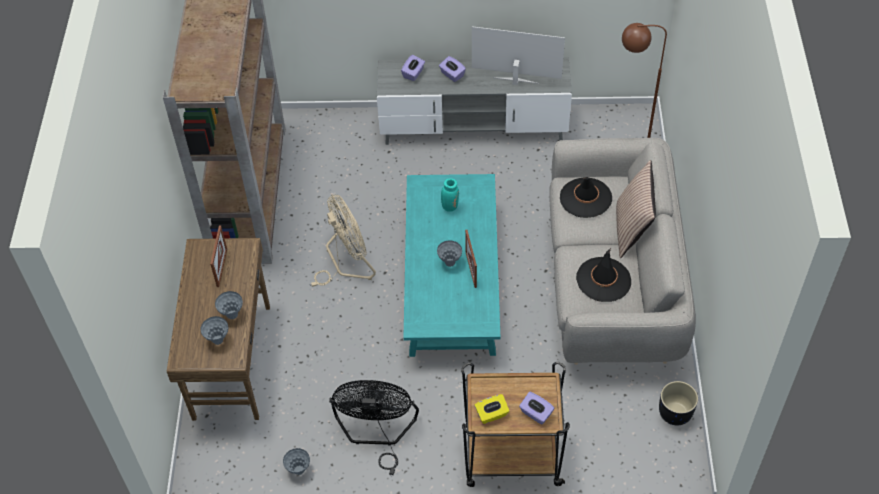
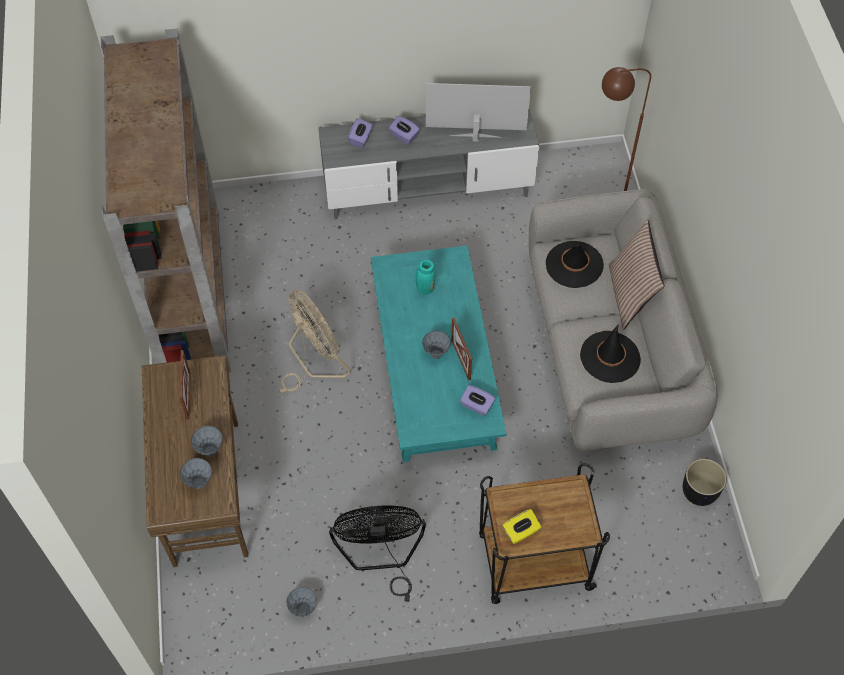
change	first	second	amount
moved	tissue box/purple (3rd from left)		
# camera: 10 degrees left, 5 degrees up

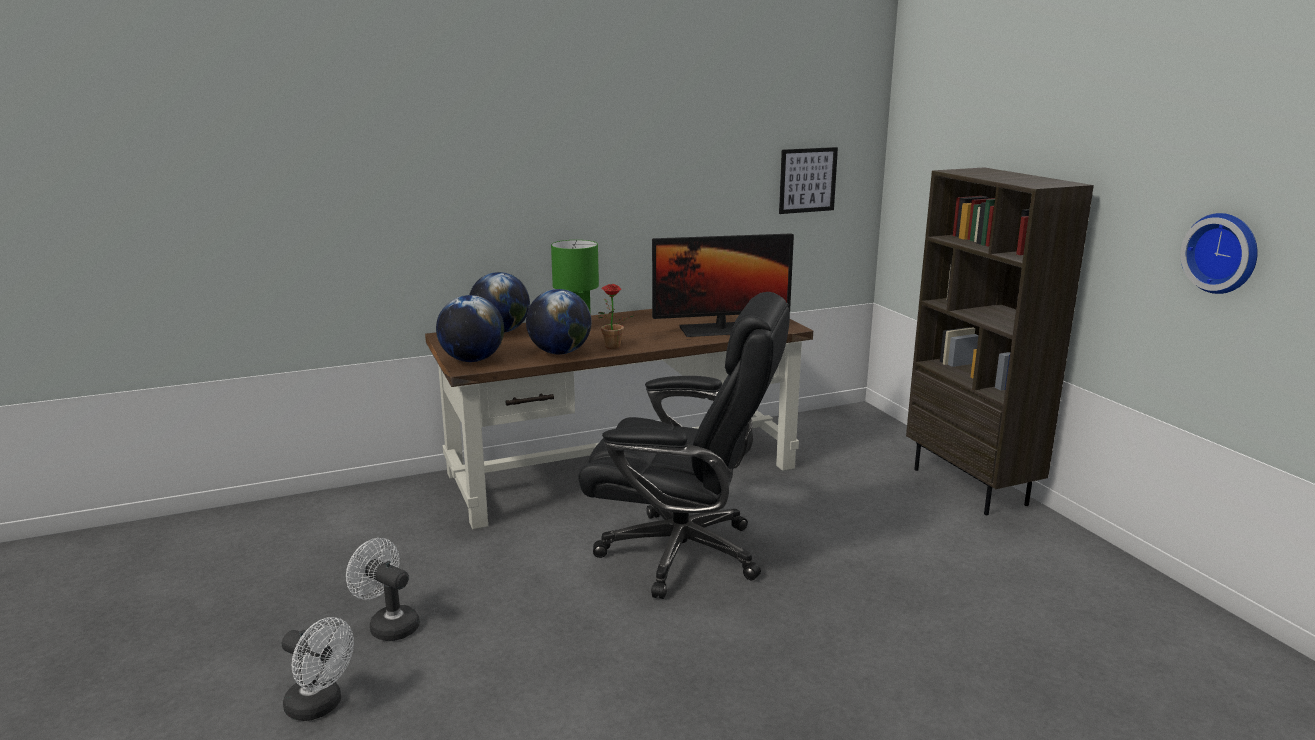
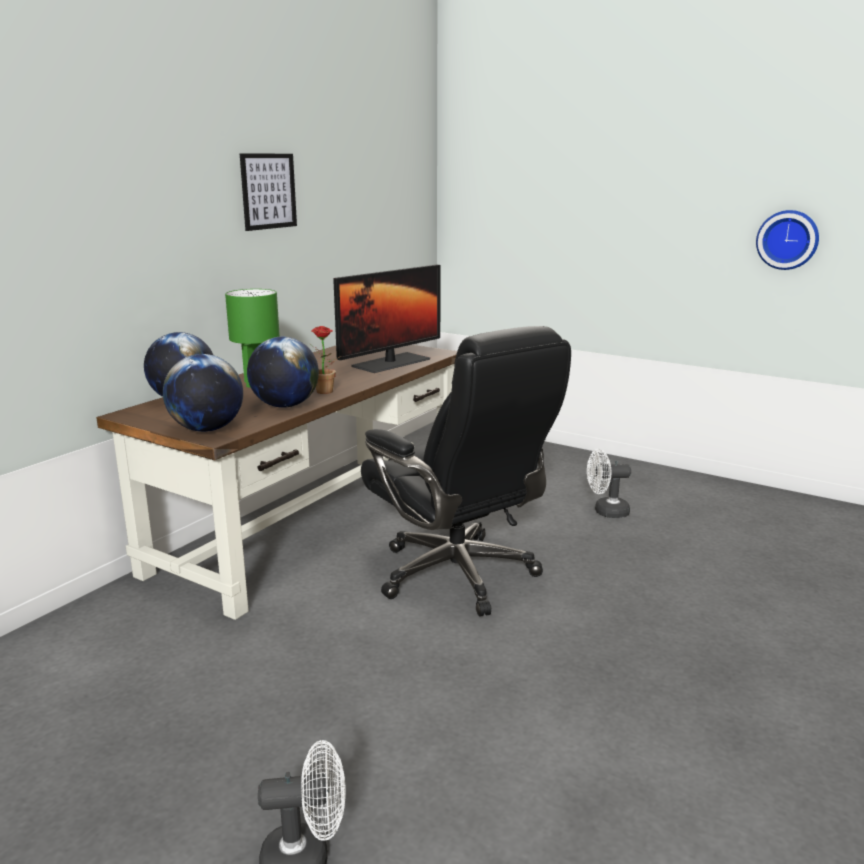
change	first	second	amount
moved	picture		
turned	office chair/black		75 degrees clockwise
moved	fan/white (2nd from left)		
removed	bookcase/brown		
# camera: 35 degrees left, 0 degrees up

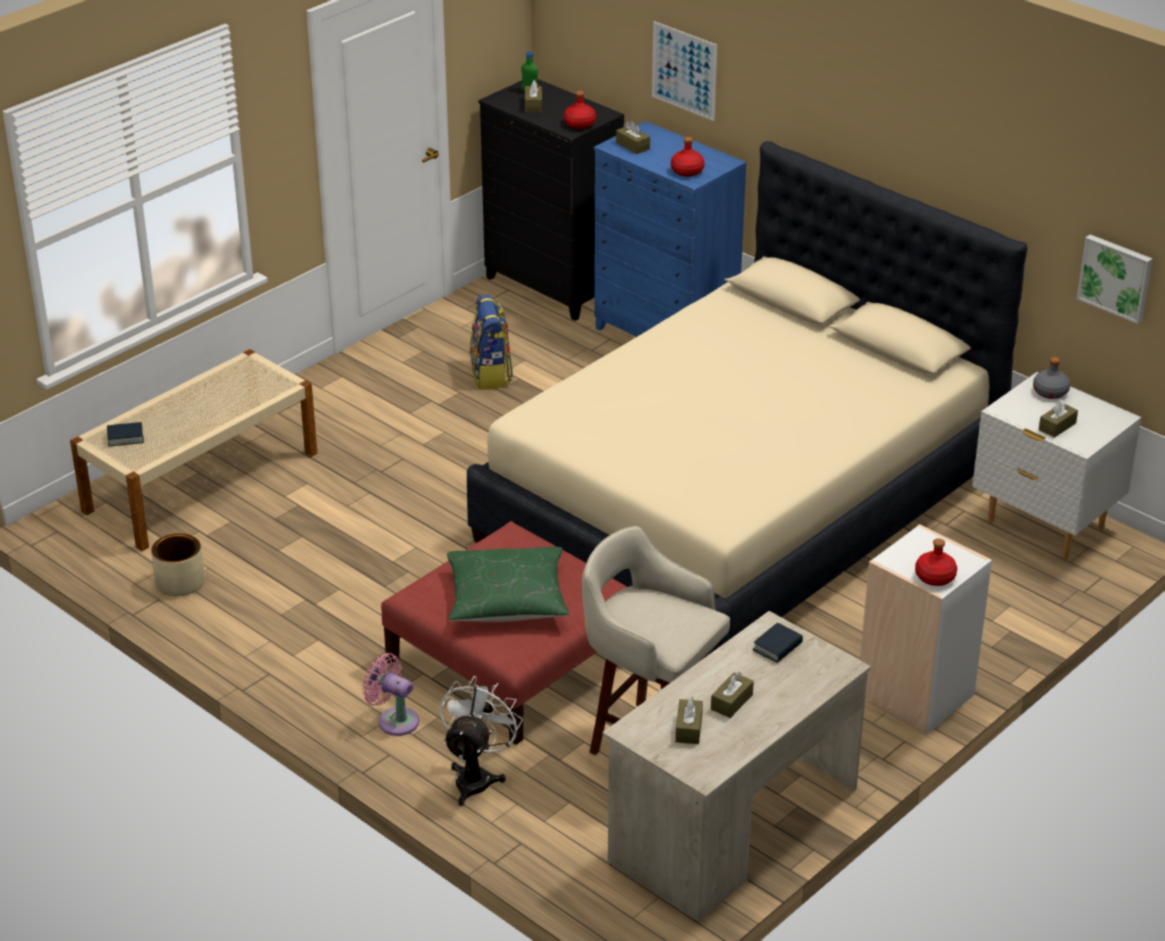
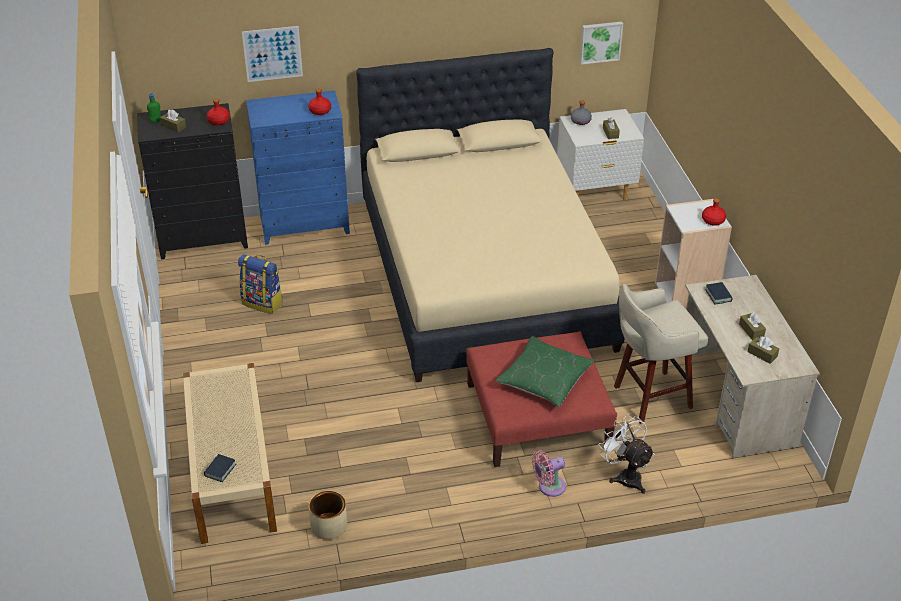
change	first	second	amount
removed	tissue box/brown (2nd from left)		
# camera: 55 degrees left, 5 degrees up

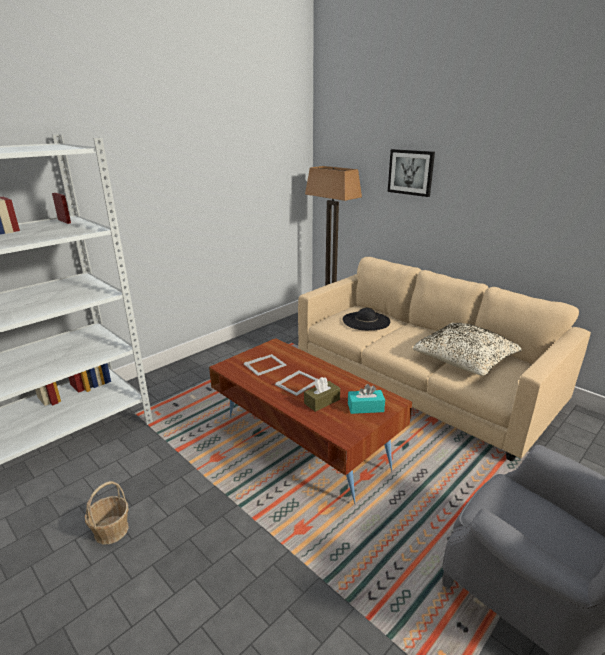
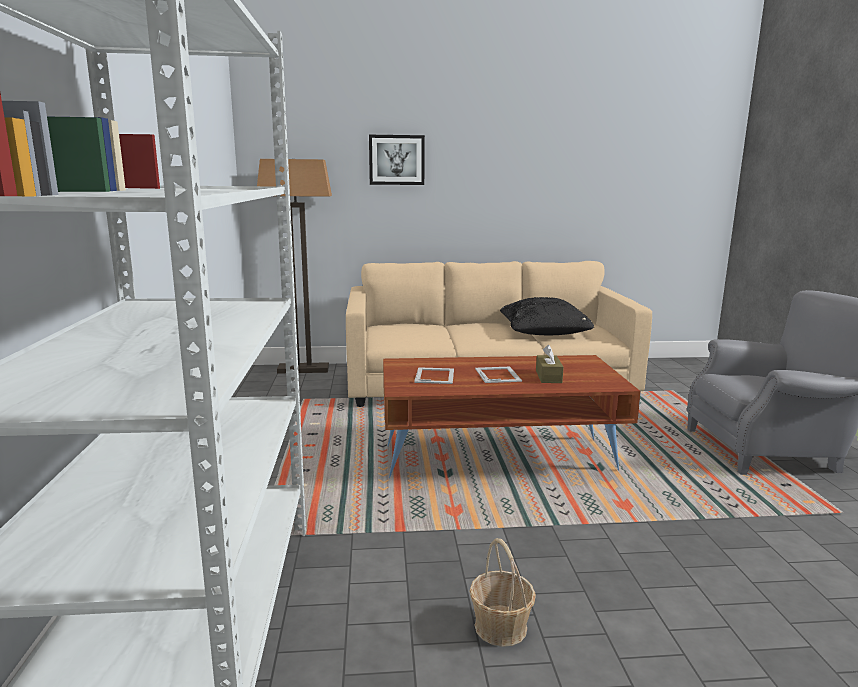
change	first	second	amount
recoloured	pillow/beige	pillow/black	
removed	hat/black		
removed	tissue box/turquoise		
# camera: 50 degrees left, 10 degrees down

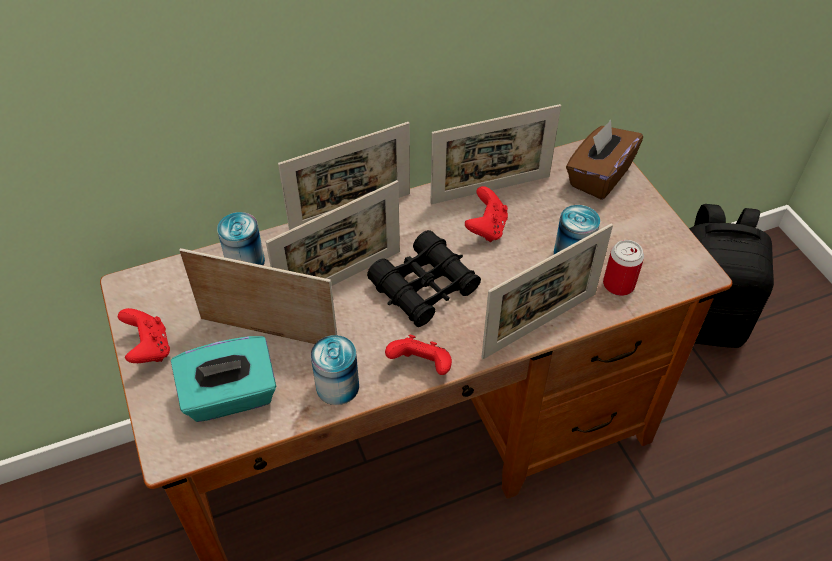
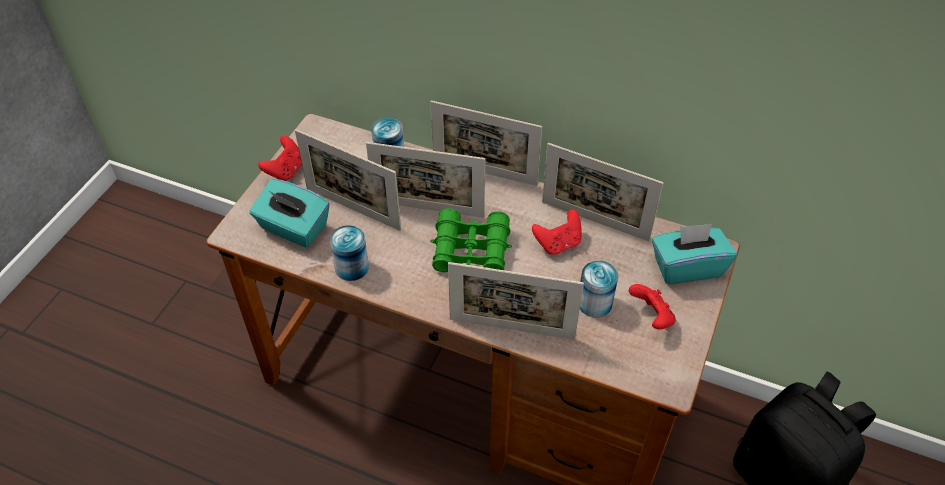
change	first	second	amount
turned	picture frame (1st from left)		150 degrees clockwise
recoloured	binoculars/black	binoculars/green	
moved	game controller/red (2nd from left in the first image)	game controller/red (3rd from left)	
recoloured	tissue box/brown	tissue box/turquoise (2nd from left)	
removed	can (4th from left)		
# camera: 45 degrees right, 0 degrees up

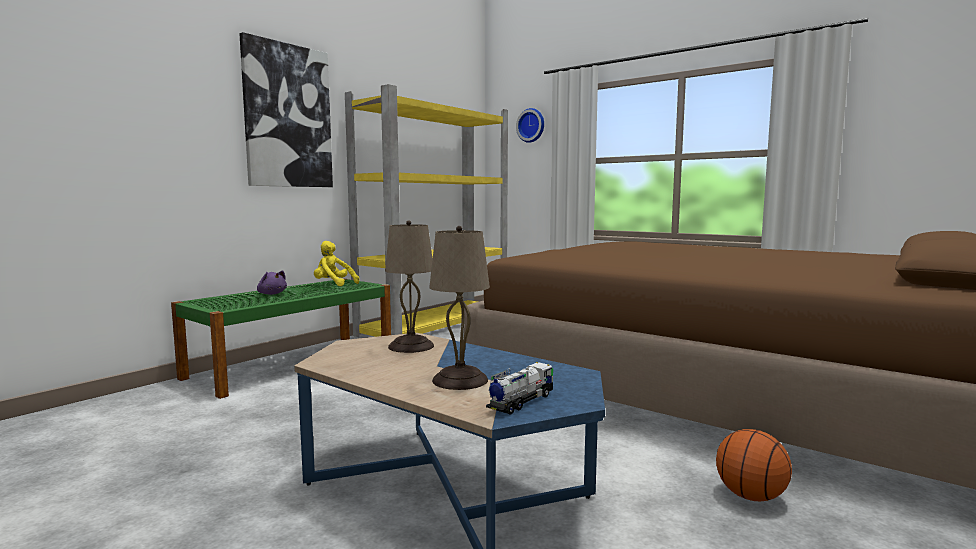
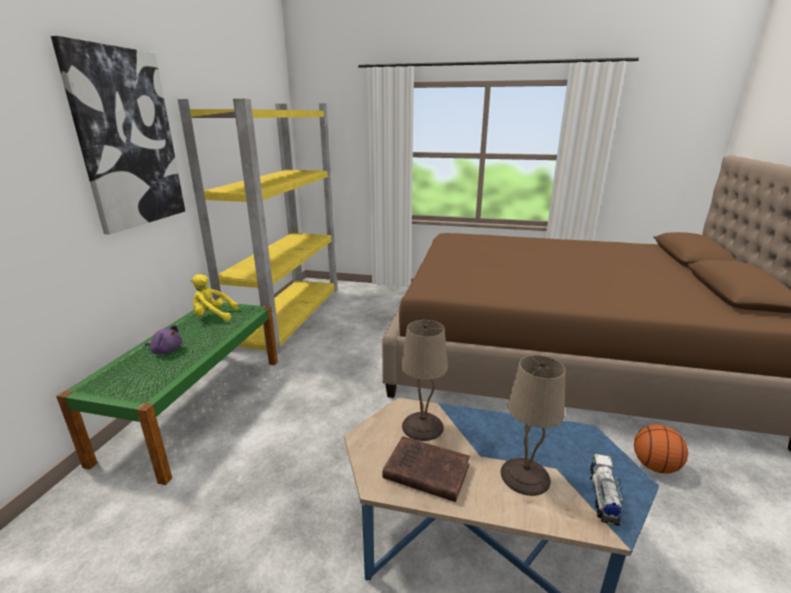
change	first	second	amount
added		book/brown	
removed	wall clock		
# camera: 25 degrees left, 15 degrees up

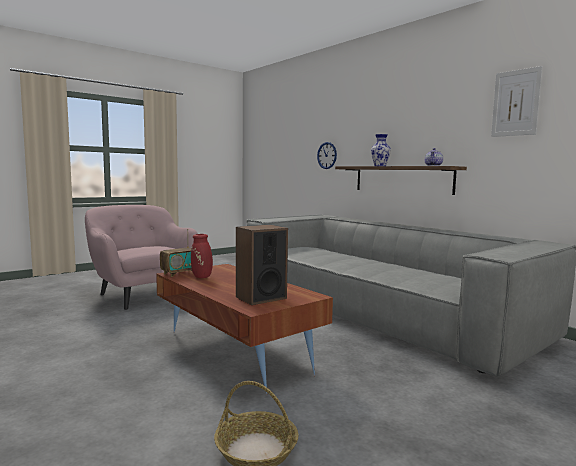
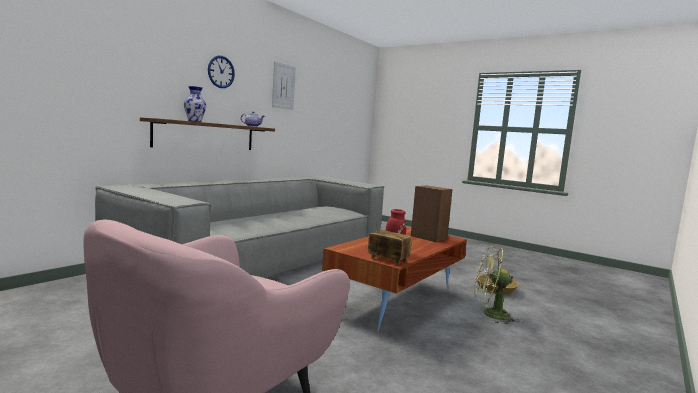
change	first	second	amount
moved	wall clock		
added		fan/green	
# camera: 105 degrees left, 0 degrees up

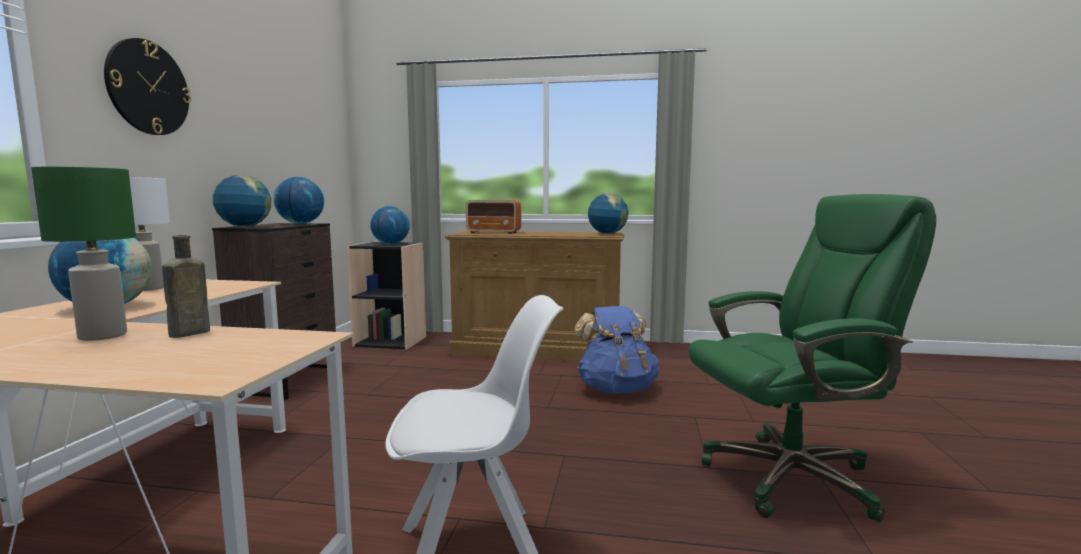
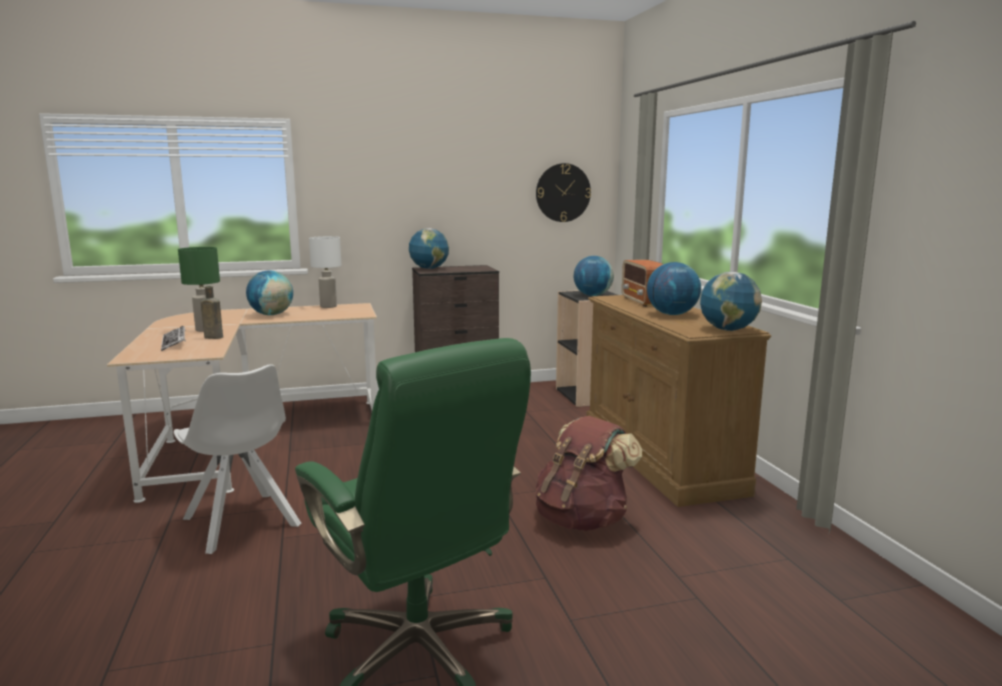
change	first	second	amount
added		keyboard	
recoloured	backpack/blue	backpack/brown	
moved	wall clock		
moved	globe (3rd from left in the first image)	globe (4th from left)	
# camera: 65 degrees right, 5 degrees up

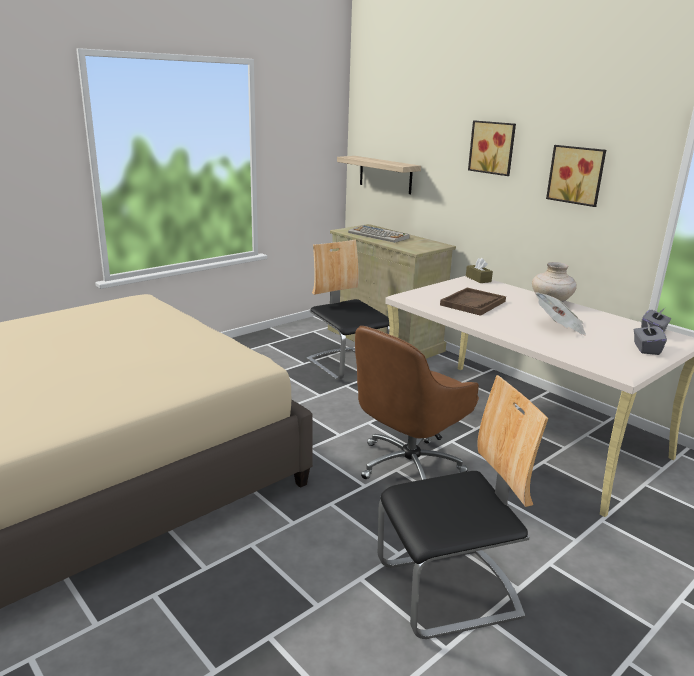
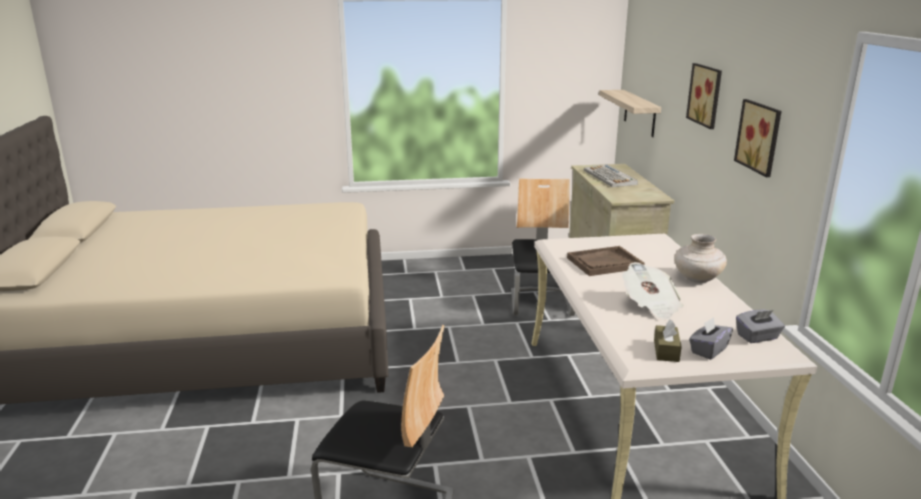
change	first	second	amount
moved	tissue box/brown		
removed	office chair/brown		
# camera: 35 degrees right, 0 degrees up

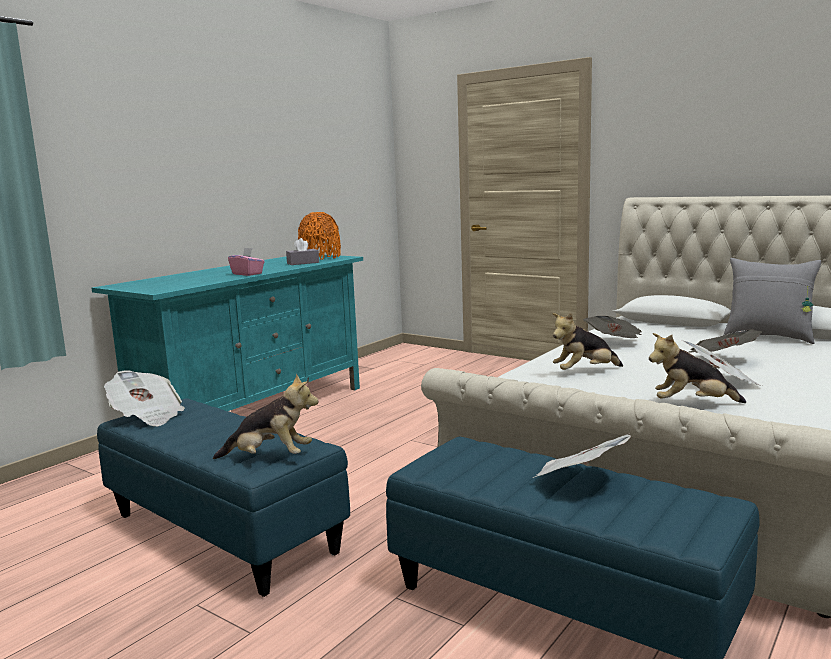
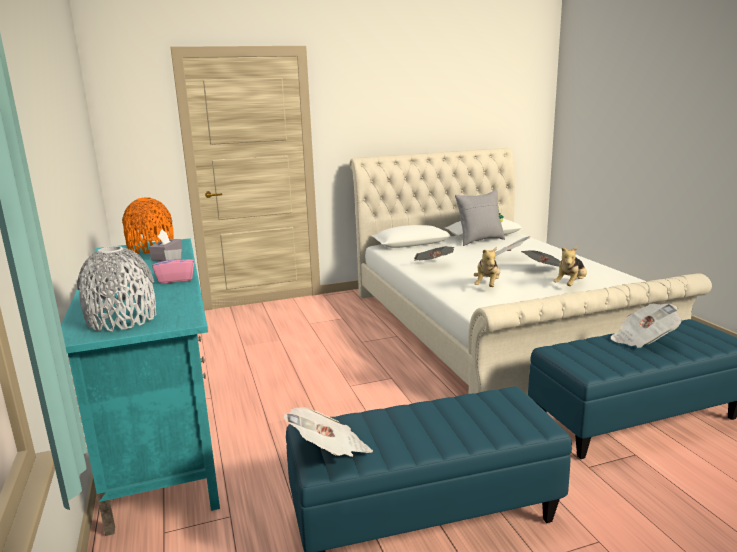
change	first	second	amount
added		vase/grey	
removed	plush toy (1st from left)		
# camera: 55 degrees left, 5 degrees up

